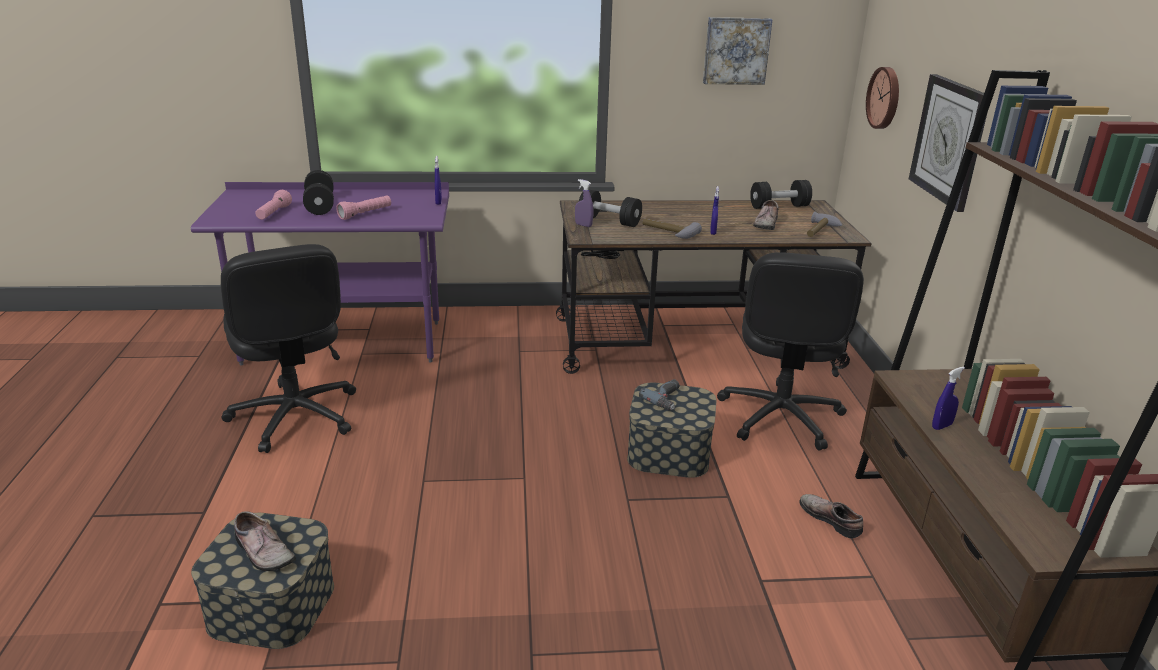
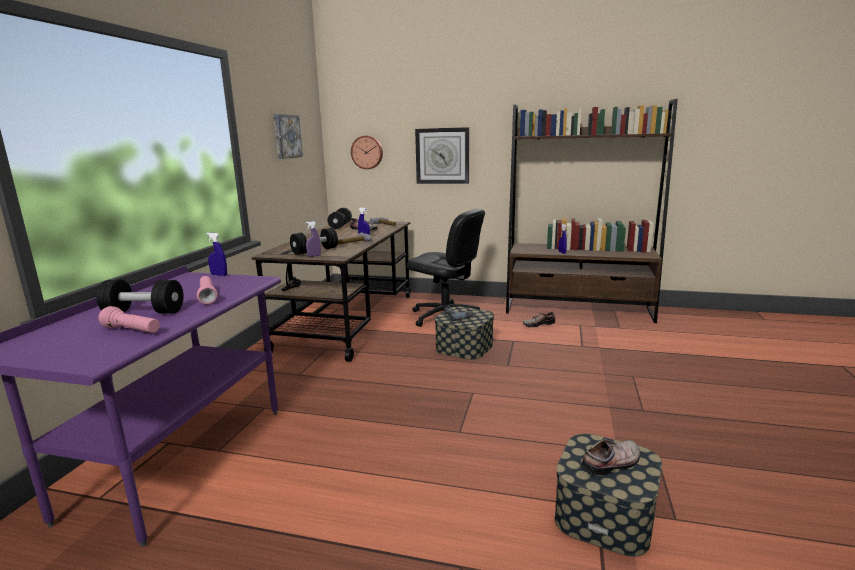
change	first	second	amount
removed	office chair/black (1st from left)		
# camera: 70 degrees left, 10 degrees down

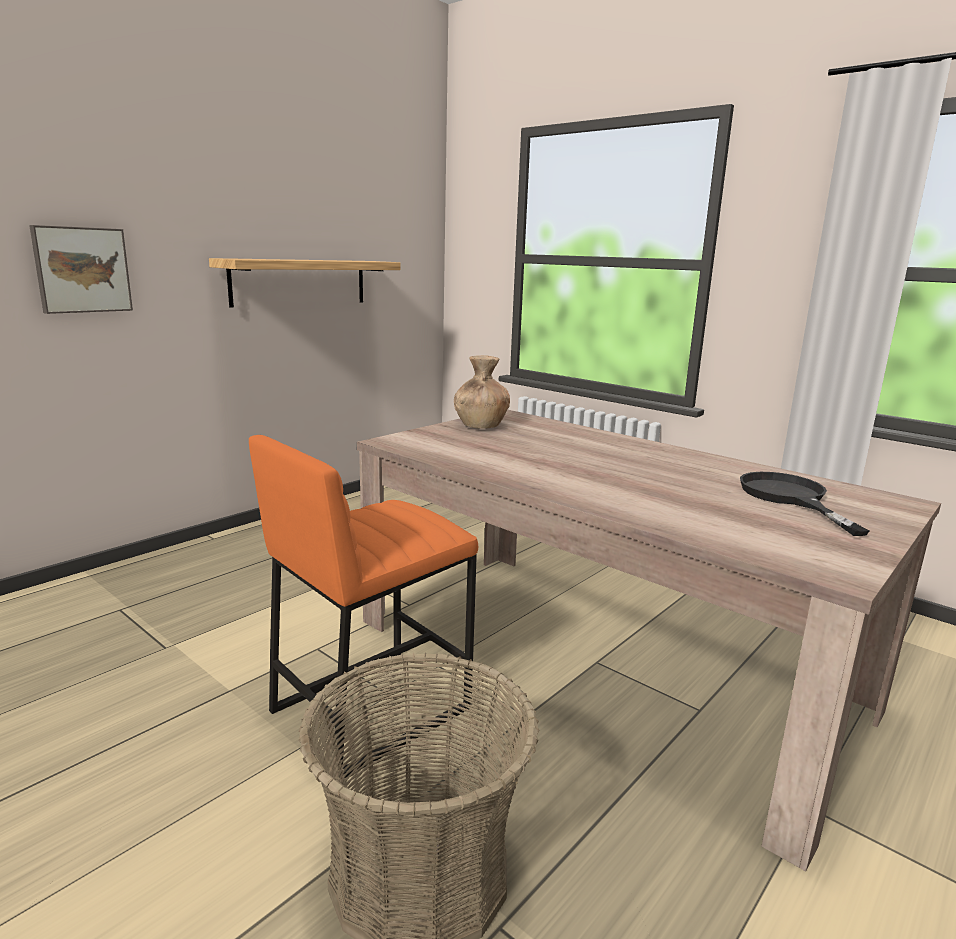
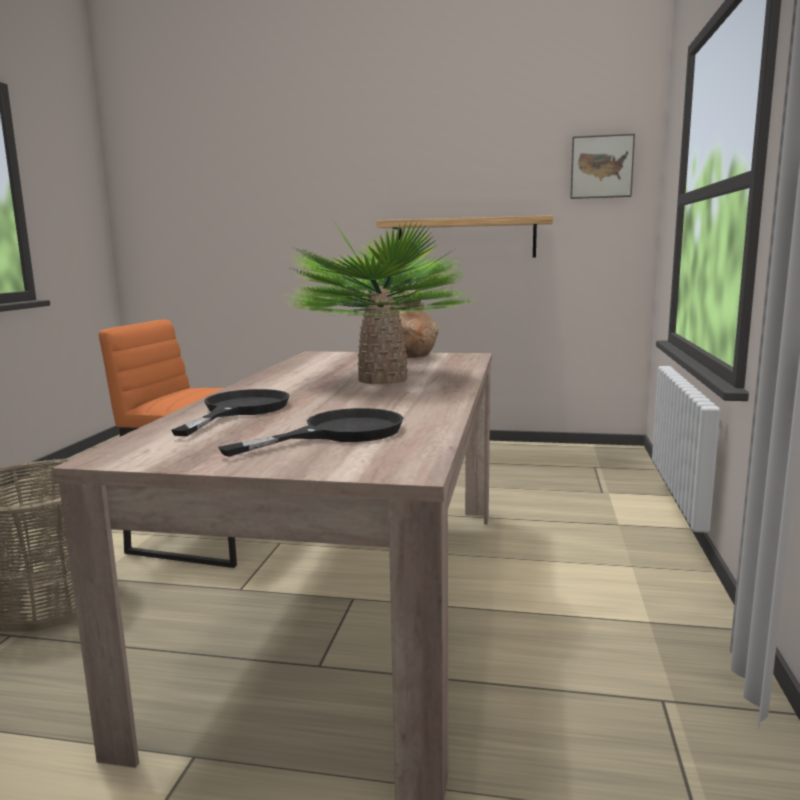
change	first	second	amount
added		frying pan/black (1st from left)	
added		potted plant	
moved	picture		
# camera: 60 degrees right, 5 degrees down

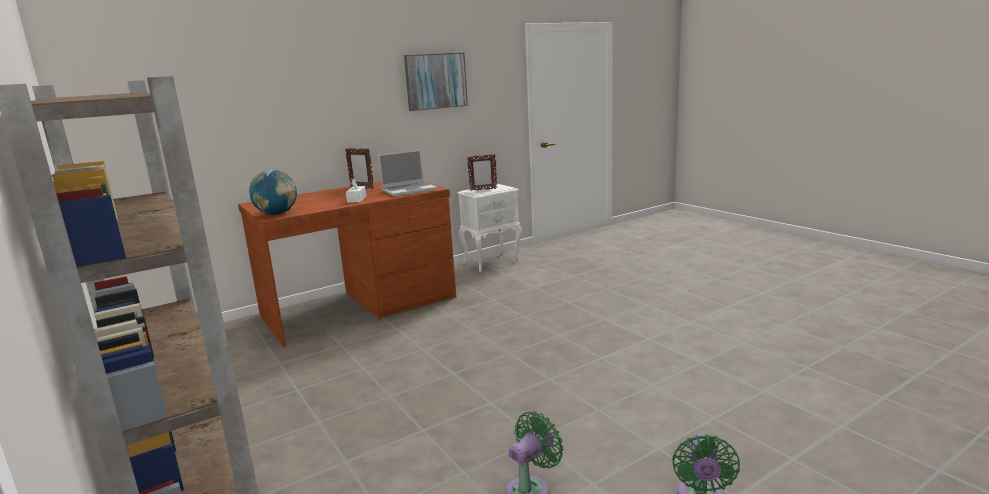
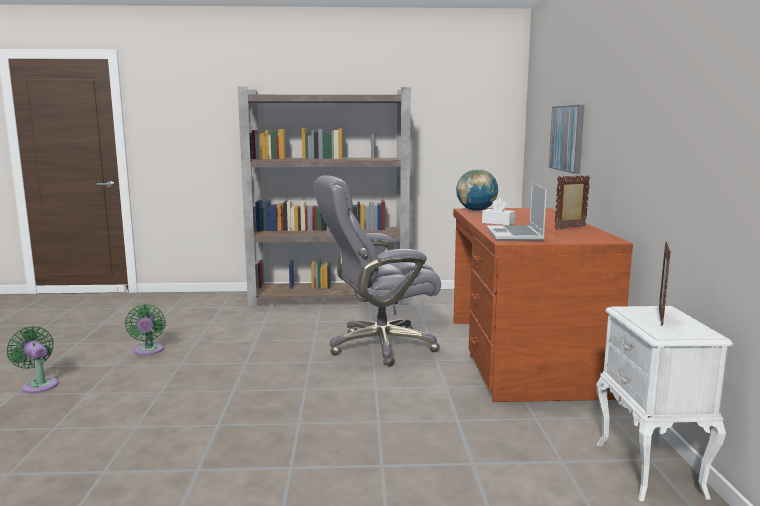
change	first	second	amount
added		office chair/grey	
moved	picture		
# camera: 120 degrees right, 5 degrees down

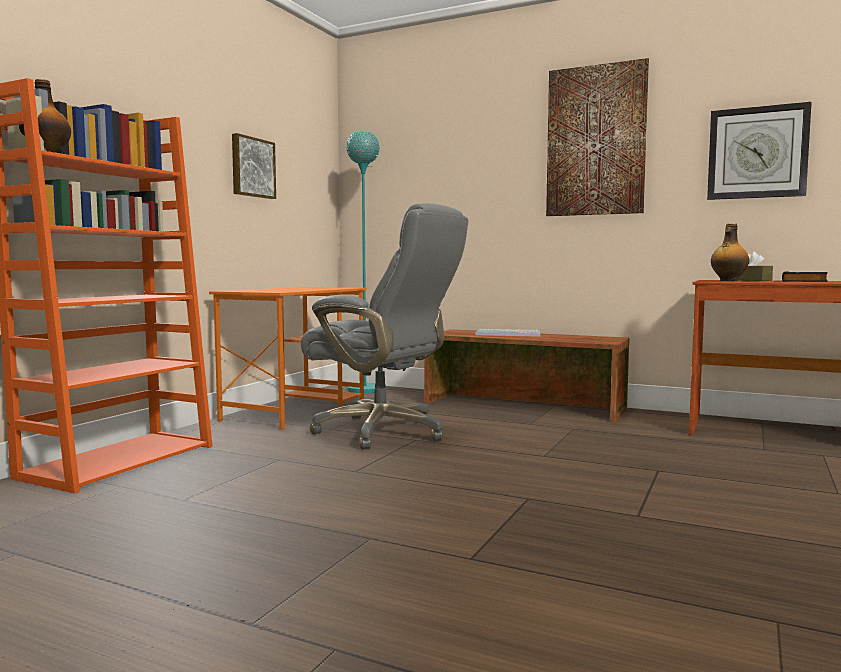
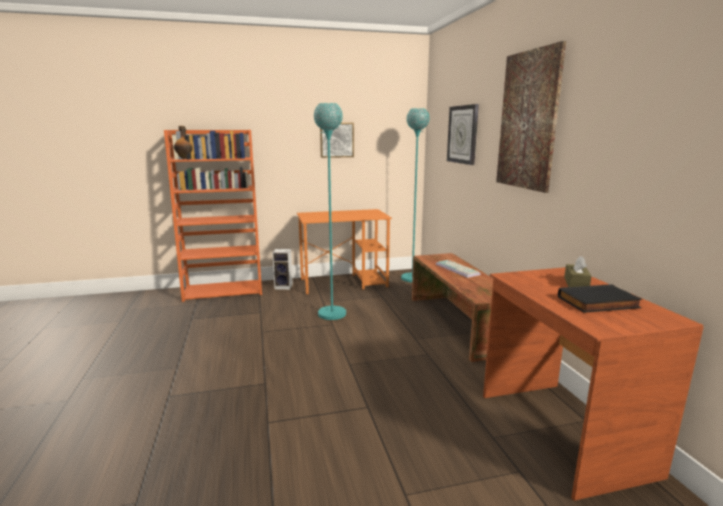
change	first	second	amount
added		speaker	
replaced	office chair/grey	floor lamp/turquoise (1st from left)	
moved	wall clock		
removed	bottle (2nd from left)		
# camera: 50 degrees right, 10 degrees up

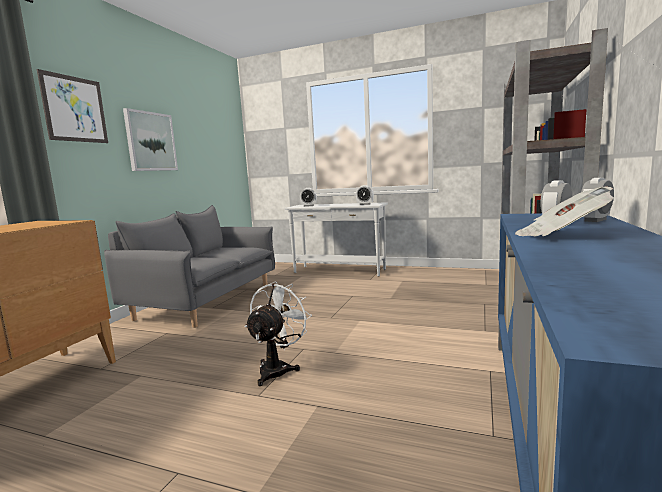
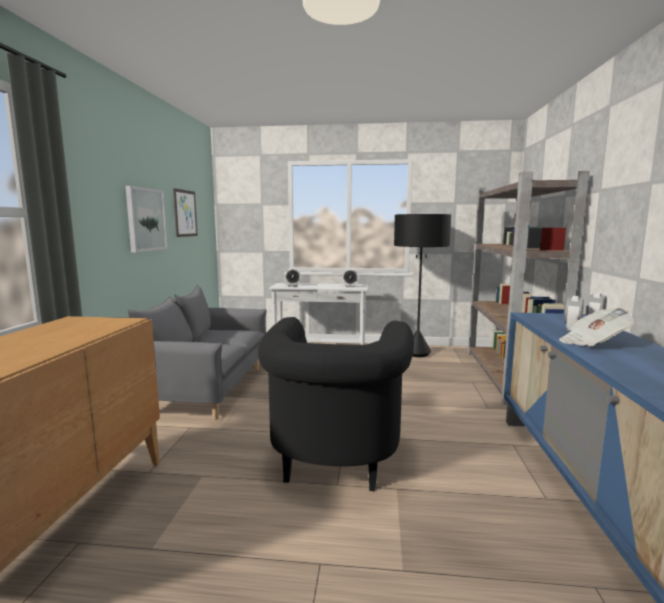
change	first	second	amount
moved	picture (1st from left in the first image)	picture (2nd from left)	
replaced	fan/white	armchair/black	
added		floor lamp/black	
# camera: 15 degrees left, 0 degrees up

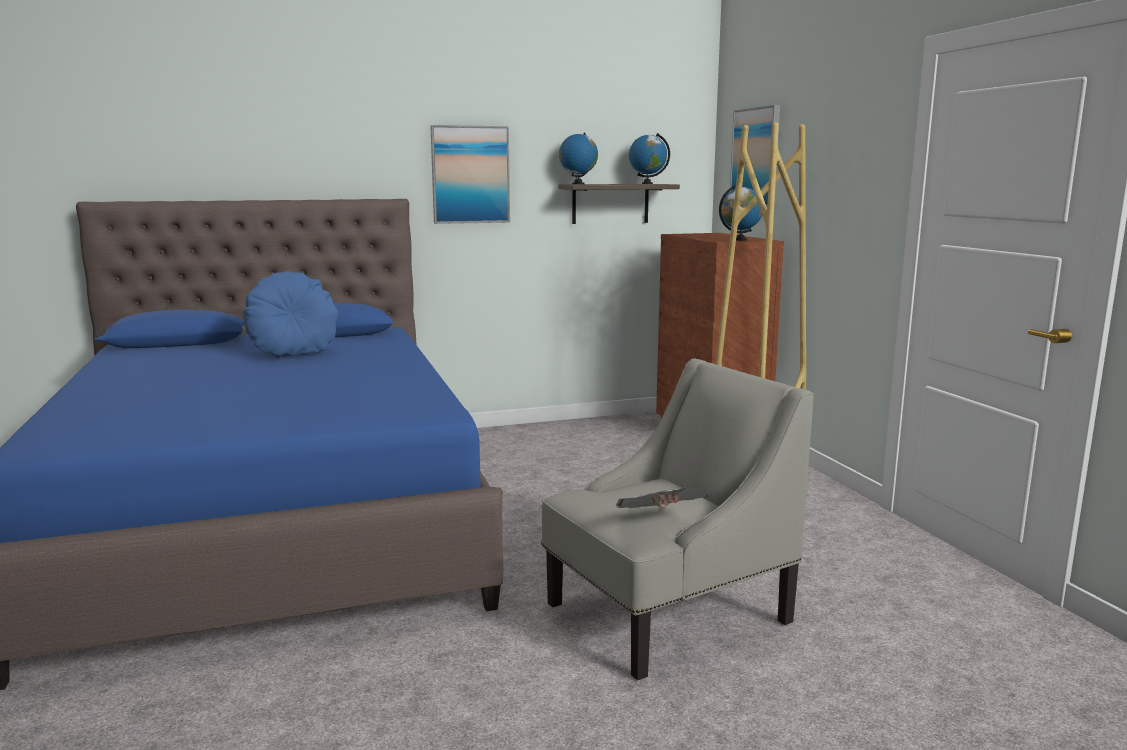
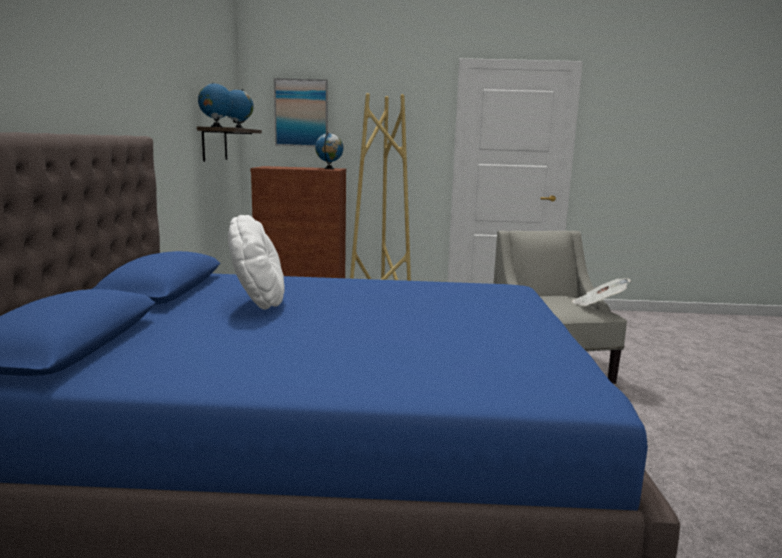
change	first	second	amount
recoloured	pillow/blue	pillow/white	
removed	picture (1st from left)		
# camera: 70 degrees left, 0 degrees up

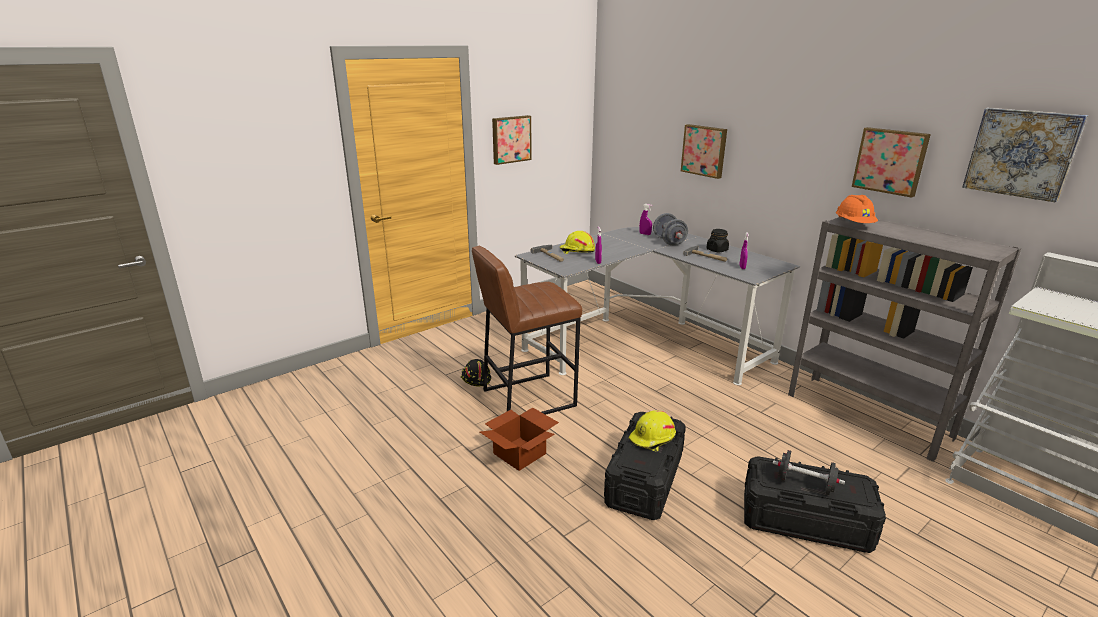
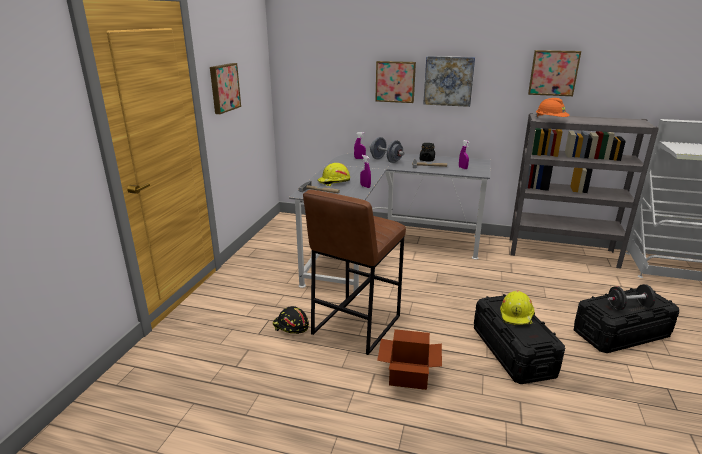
change	first	second	amount
moved	picture (4th from left in the first image)	picture (3rd from left)	
# camera: 35 degrees left, 0 degrees up

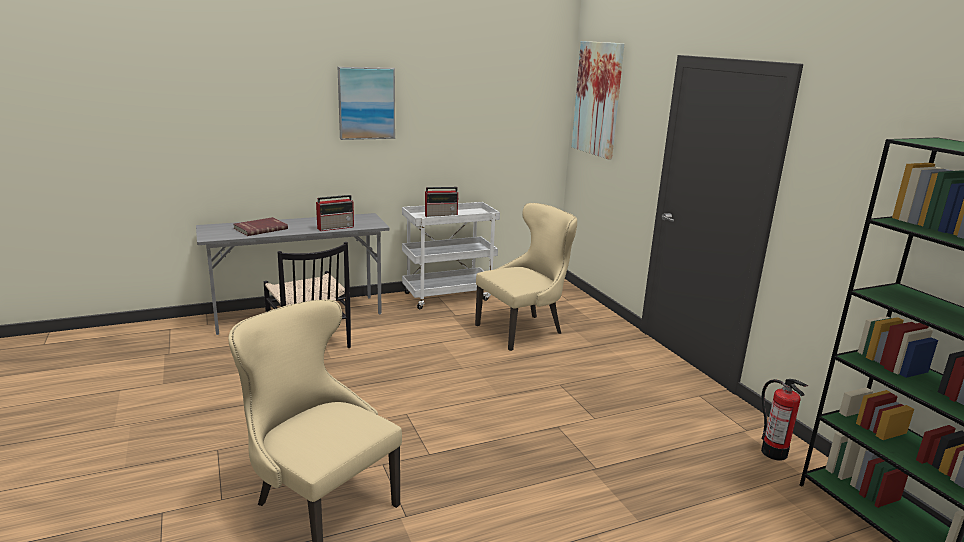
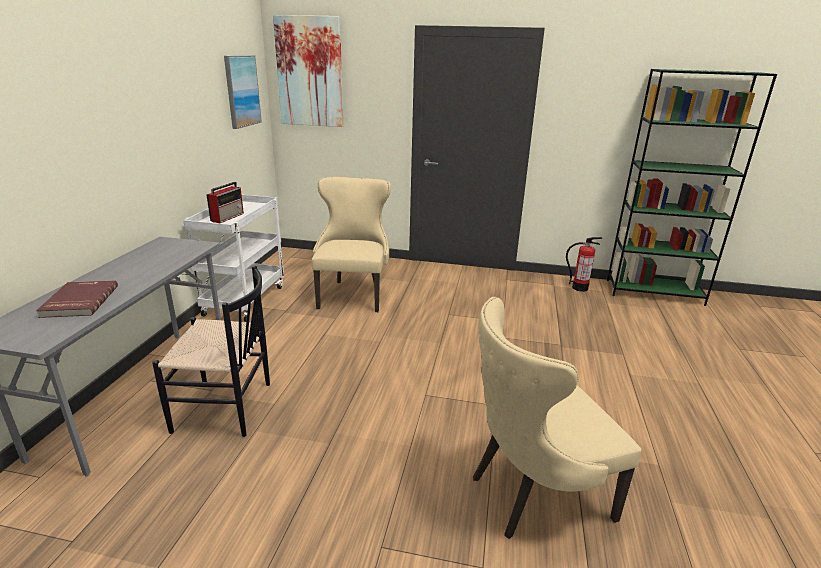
change	first	second	amount
moved	picture (1st from left)		
removed	radio (1st from left)		
# camera: 55 degrees left, 5 degrees up

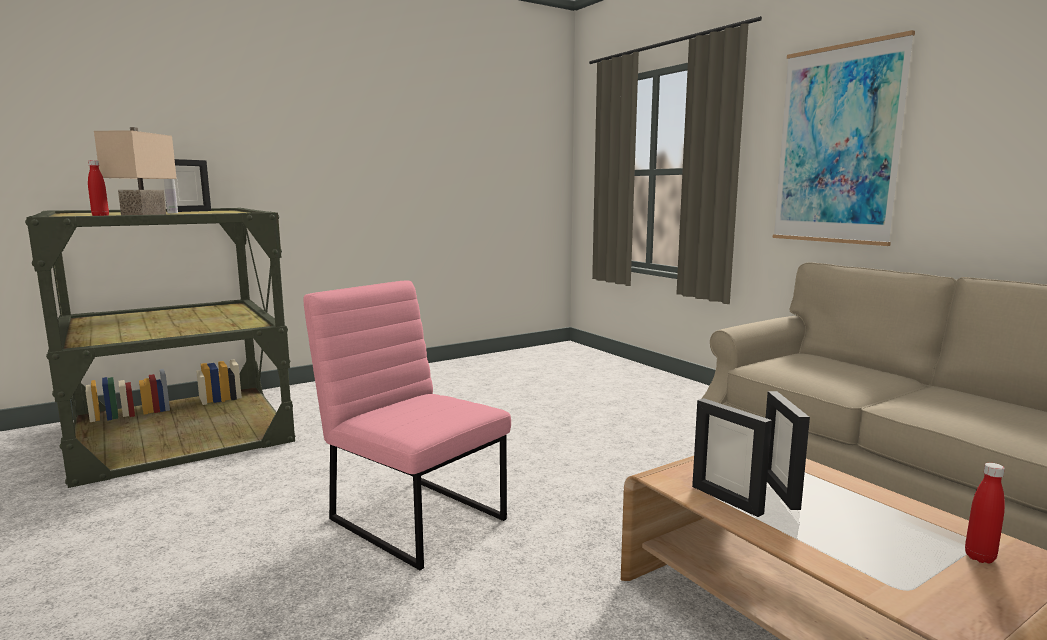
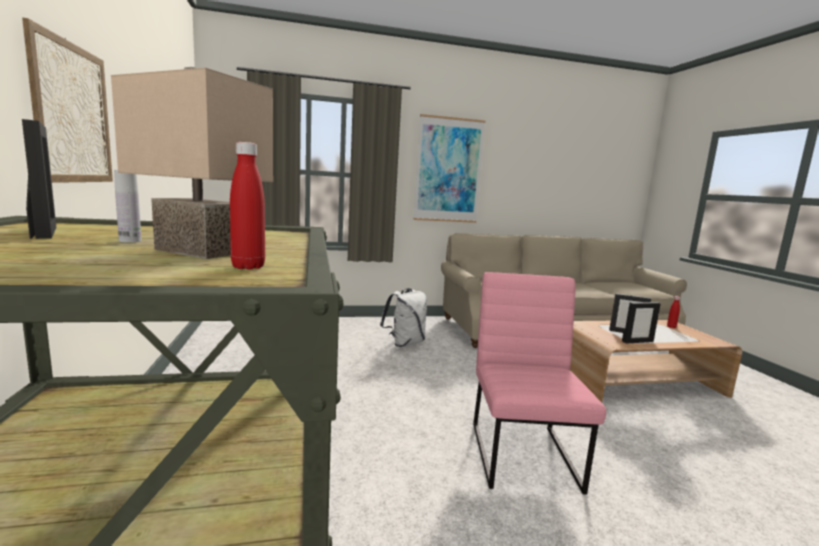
change	first	second	amount
added		picture (1st from left)	
added		backpack/white	
turned	chair/pink		120 degrees clockwise
# camera: 70 degrees left, 0 degrees up

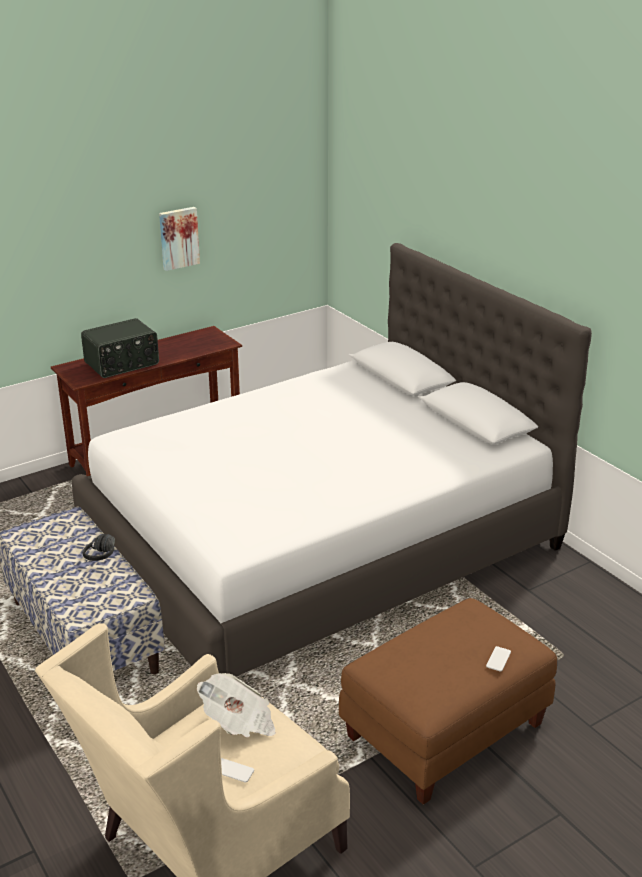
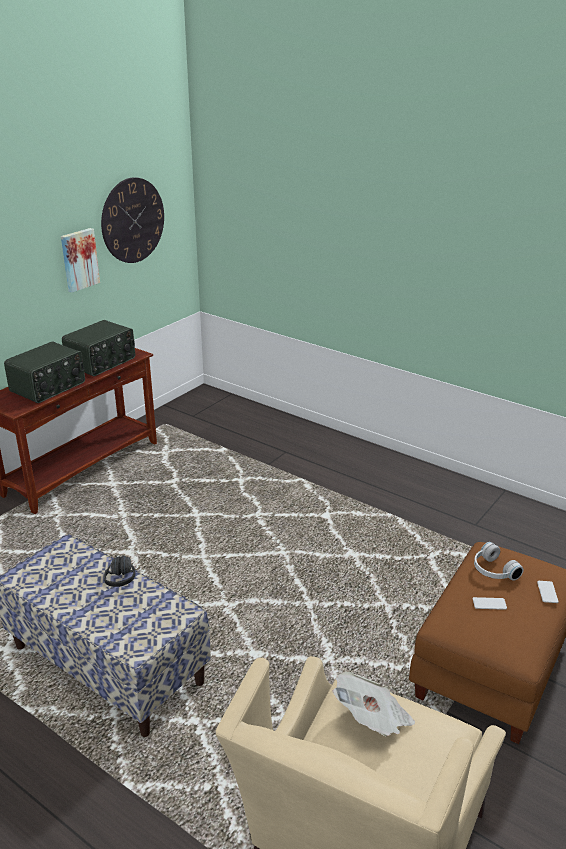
change	first	second	amount
added		radio (2nd from left)	
added		wall clock	
moved	phone (1st from left)		
added		headphones/white	
removed	bed/white		
# camera: 20 degrees left, 0 degrees up

